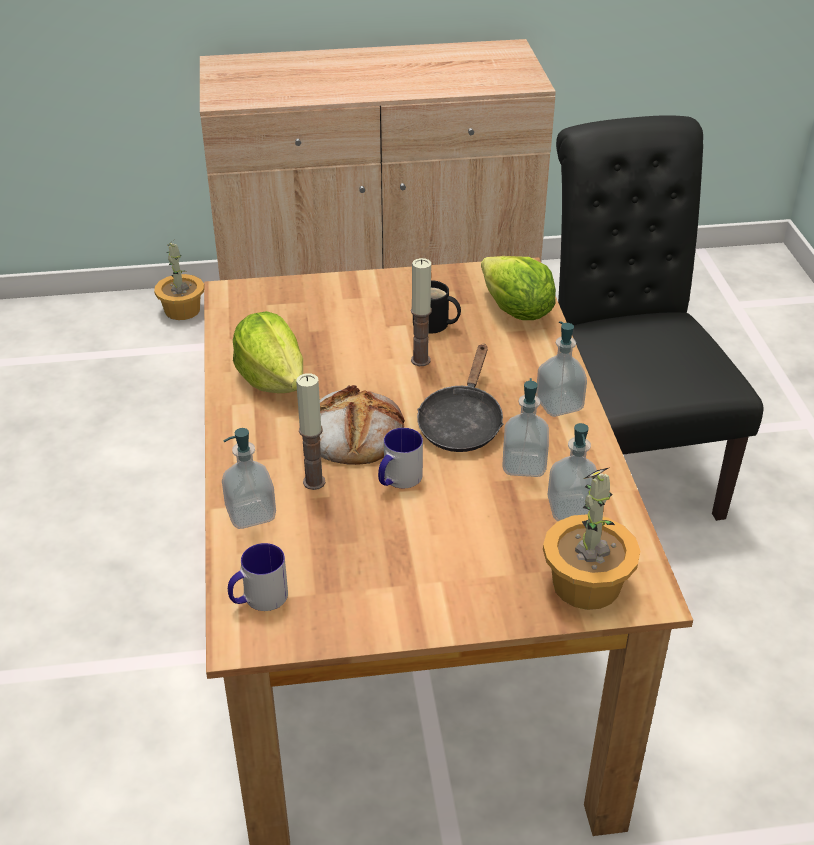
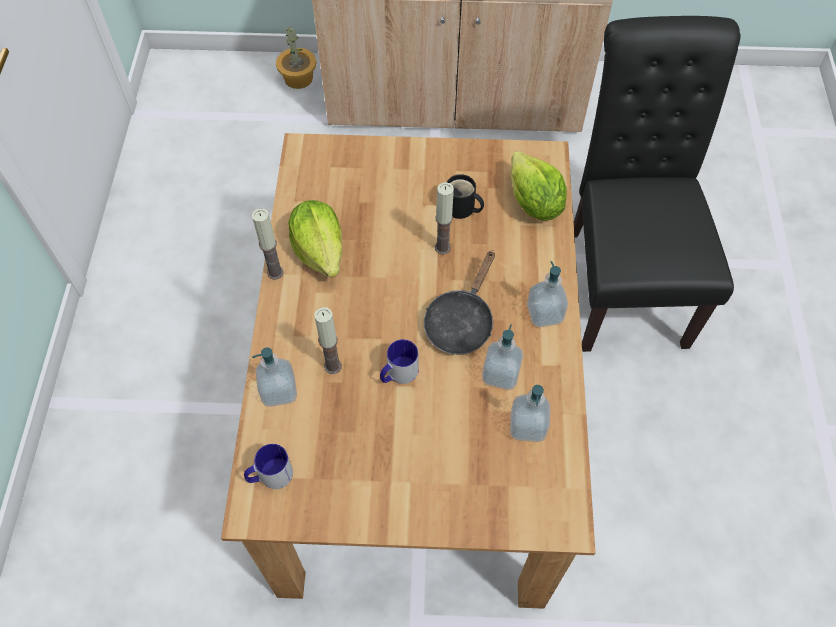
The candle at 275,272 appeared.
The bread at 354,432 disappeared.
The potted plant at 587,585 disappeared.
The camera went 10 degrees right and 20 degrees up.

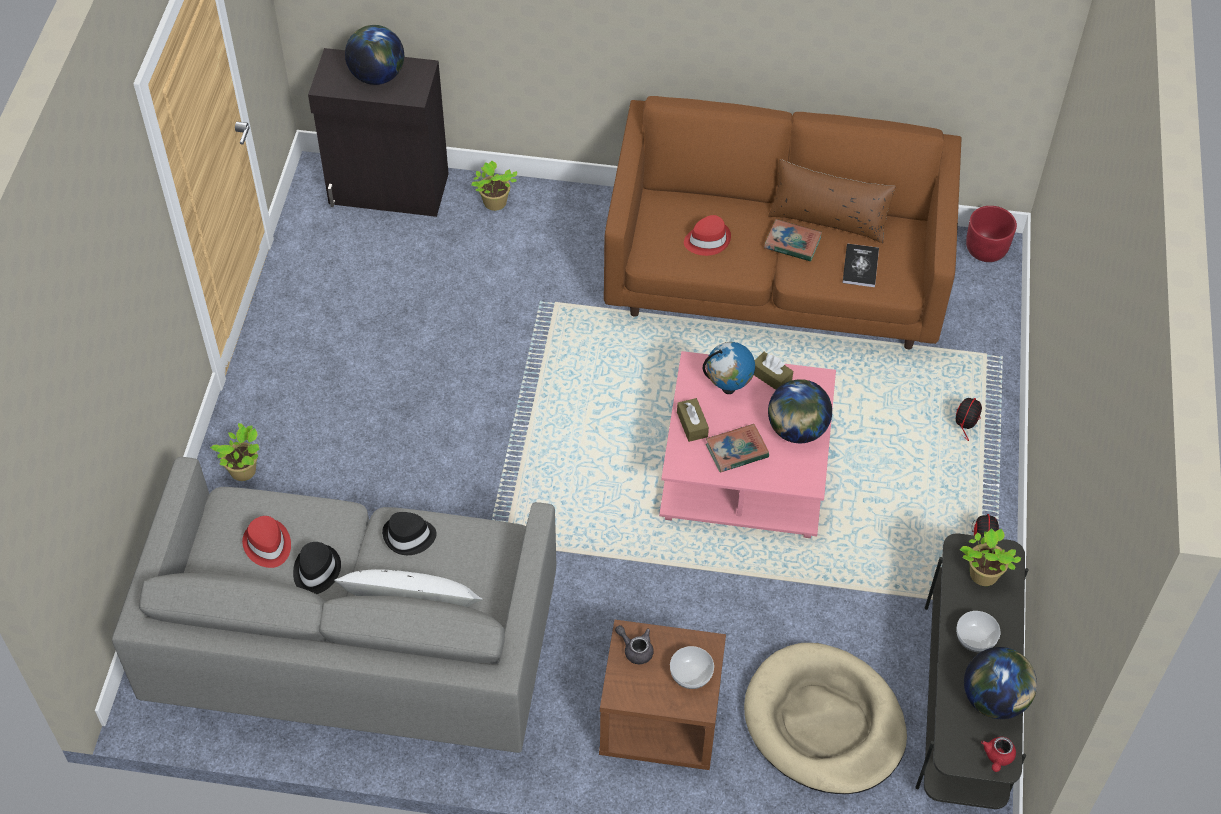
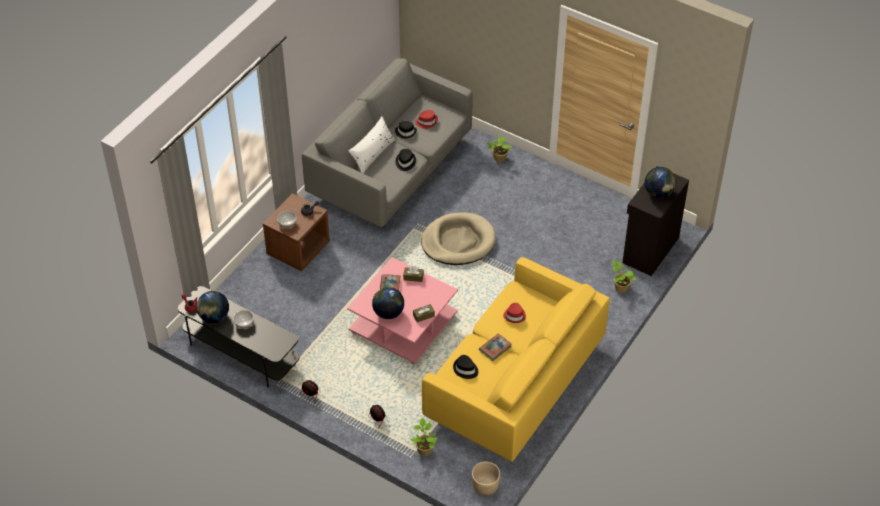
The potted plant moved from 982,576 to 424,449.
The dog bed (beige) moved from 824,723 to 458,241.
The sofa (brown) at 776,276 became the sofa (yellow) at 514,384.
The book at 860,266 was replaced by the hat (black) at 465,369.
The planter (red) at 986,249 became the planter (beige) at 485,487.
The globe at 728,388 disappeared.
The pillow (brown) at 828,219 disappeared.
The camera went 115 degrees right and 5 degrees down.

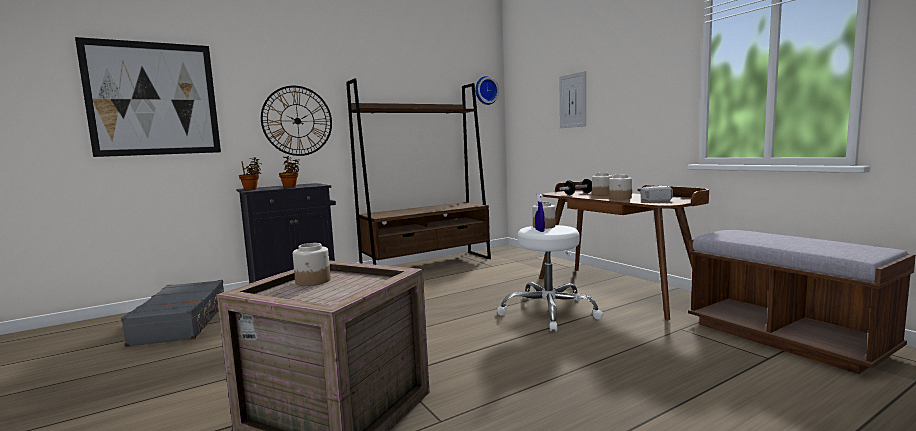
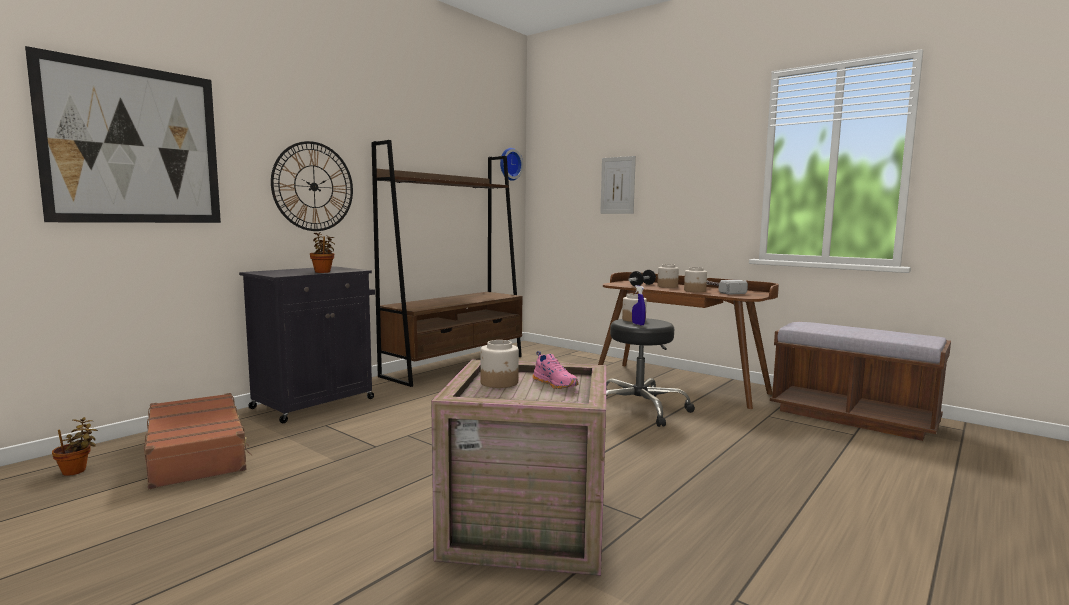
The potted plant moved from 252,189 to 77,471.
The suitcase (grey) at 182,323 became the suitcase (brown) at 198,452.
The shoe (pink) at 556,384 appeared.
The stool (white) at 549,312 became the stool (black) at 639,408.
The camera went 20 degrees left and 0 degrees up.

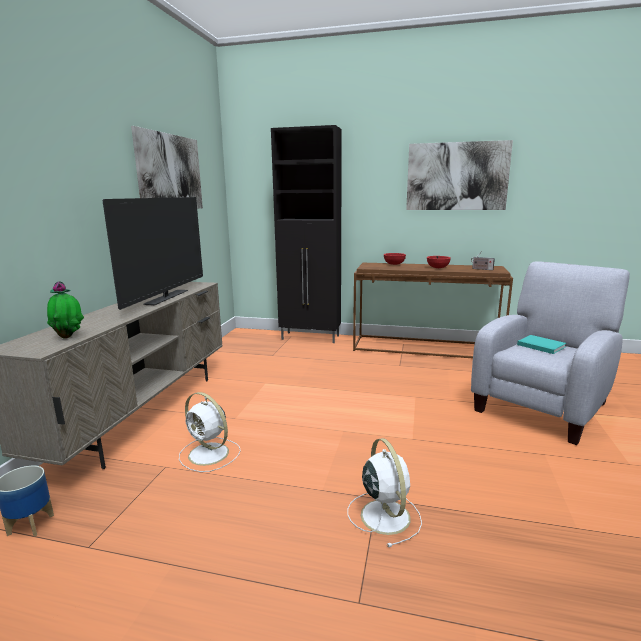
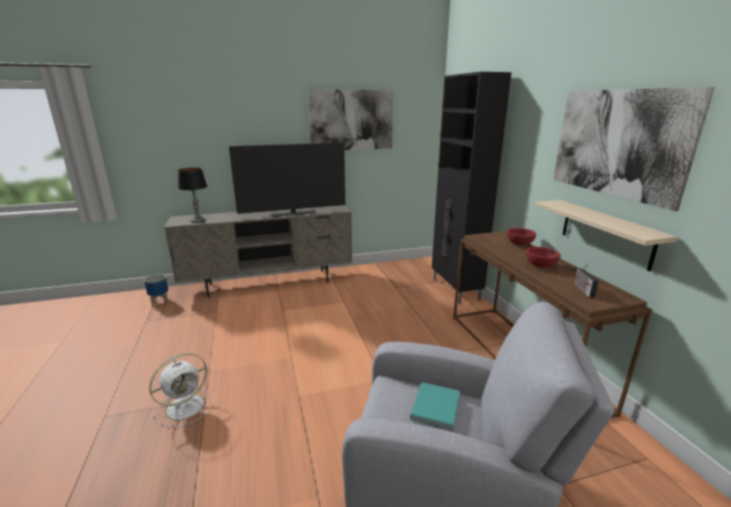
The potted plant at 69,337 was replaced by the table lamp at 198,221.
The shelf (beige) at 605,233 appeared.
The fan (white) at 210,454 disappeared.
The camera went 60 degrees right and 5 degrees up.

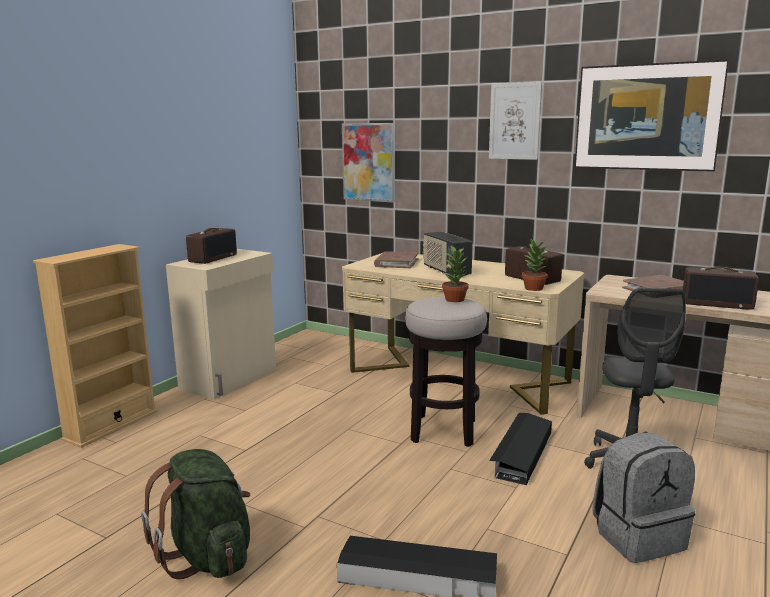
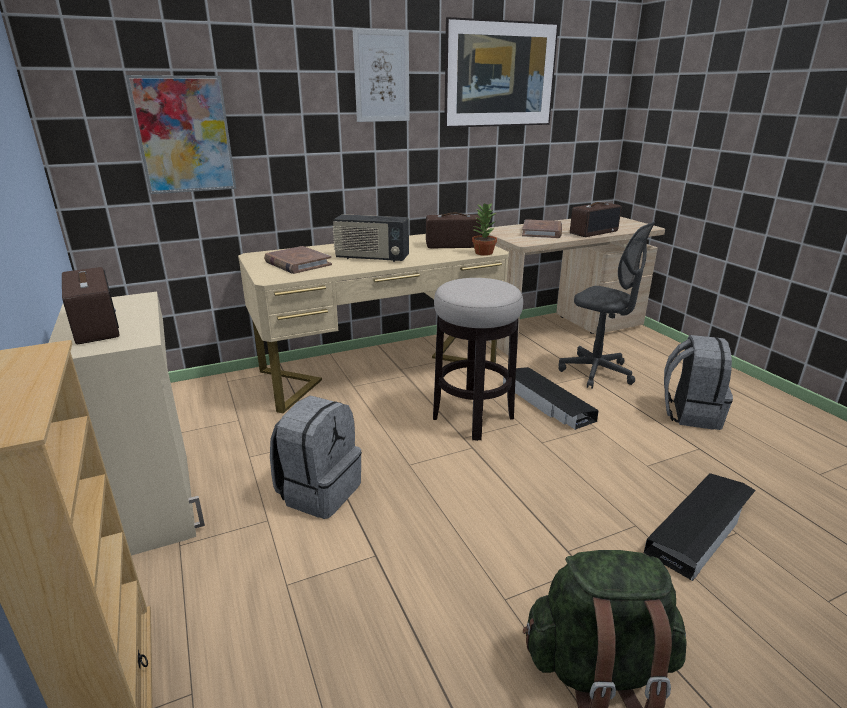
The backpack (grey) at 319,491 appeared.
The potted plant at 455,299 disappeared.
The camera went 55 degrees left and 10 degrees up.

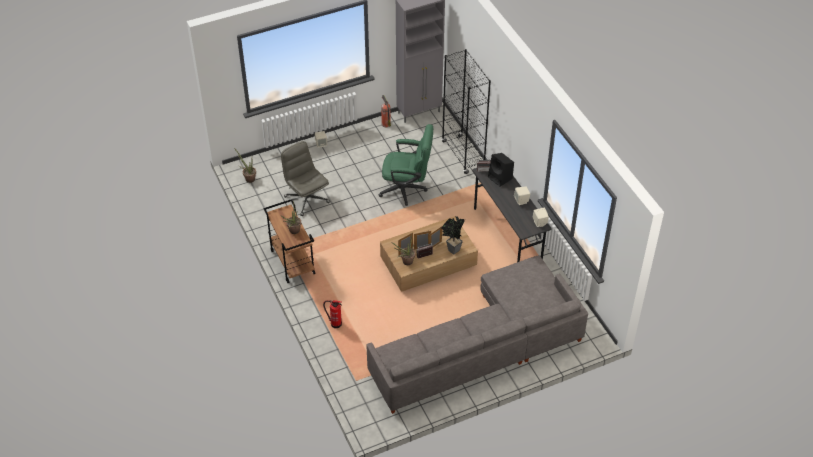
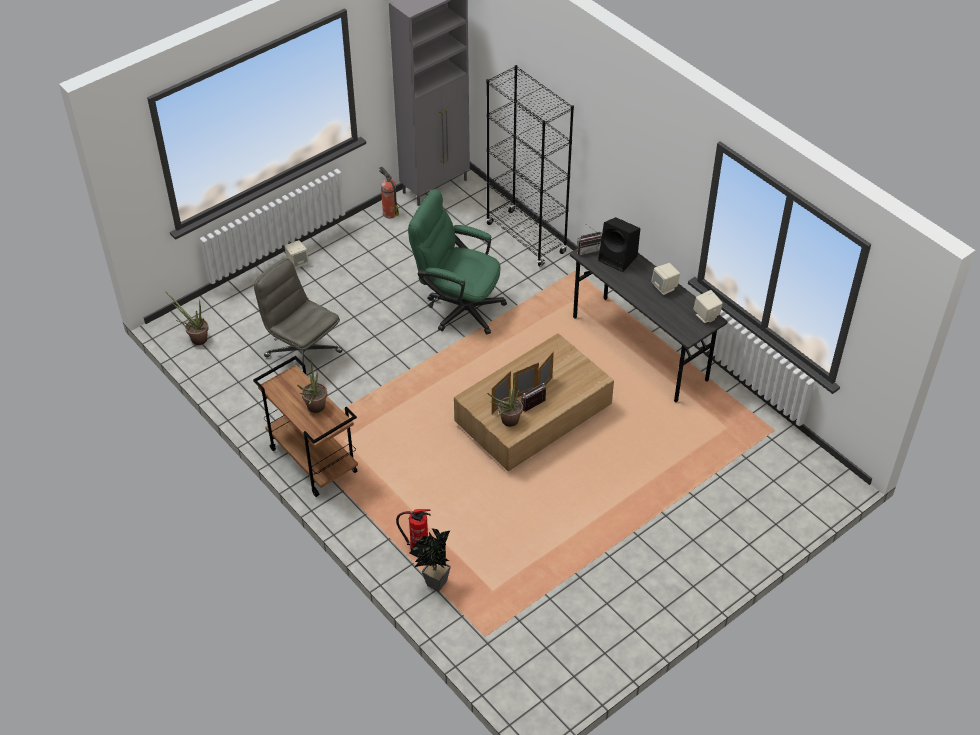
The office chair (green) at 407,189 turned 150 degrees counterclockwise.
The potted plant moved from 451,250 to 433,584.
The sofa (grey) at 484,345 disappeared.
The camera went 15 degrees left and 0 degrees up.

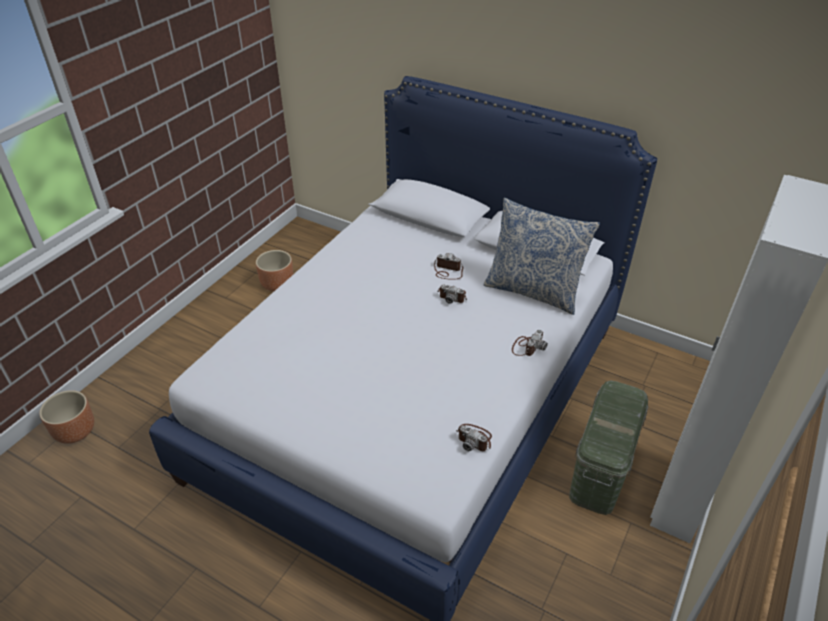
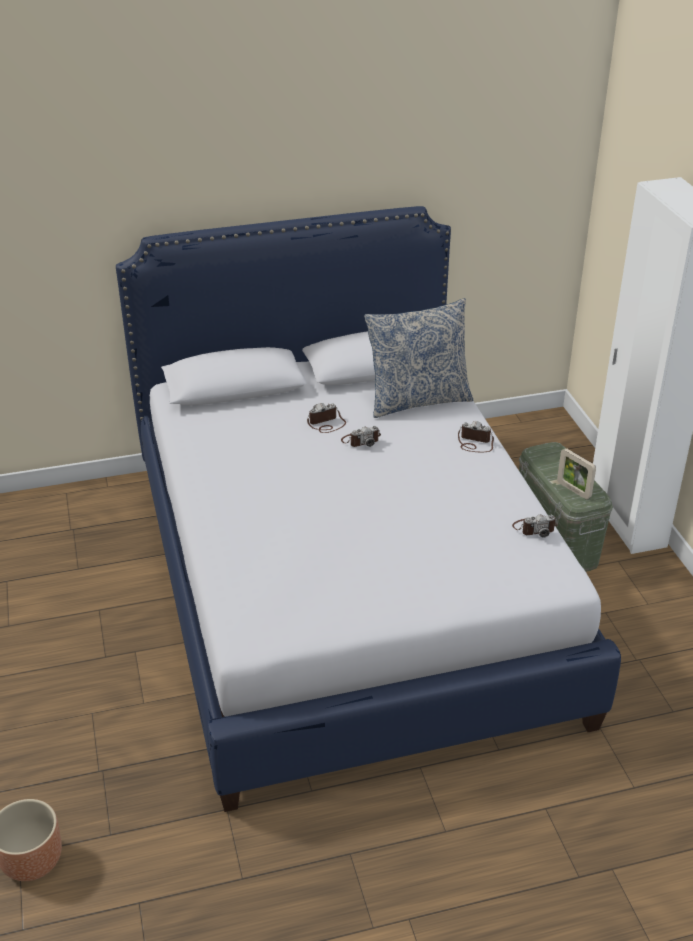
The photo camera at 527,346 turned 60 degrees counterclockwise.
The picture frame at 573,490 appeared.
The planter (brown) at 277,284 disappeared.
The camera went 45 degrees left and 5 degrees down.

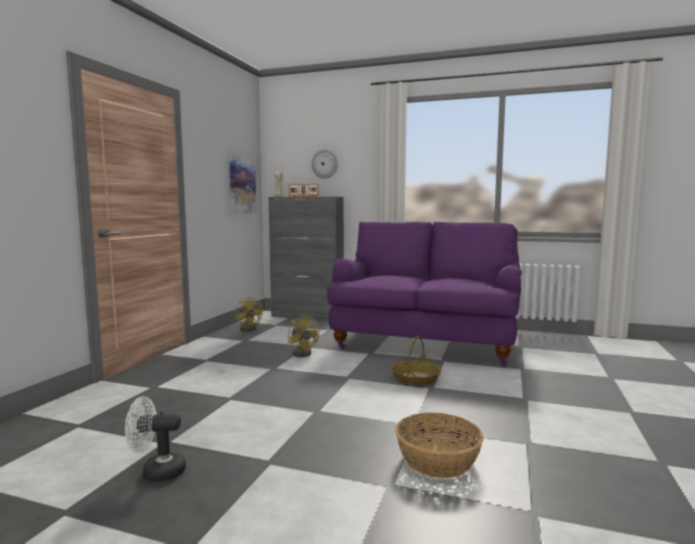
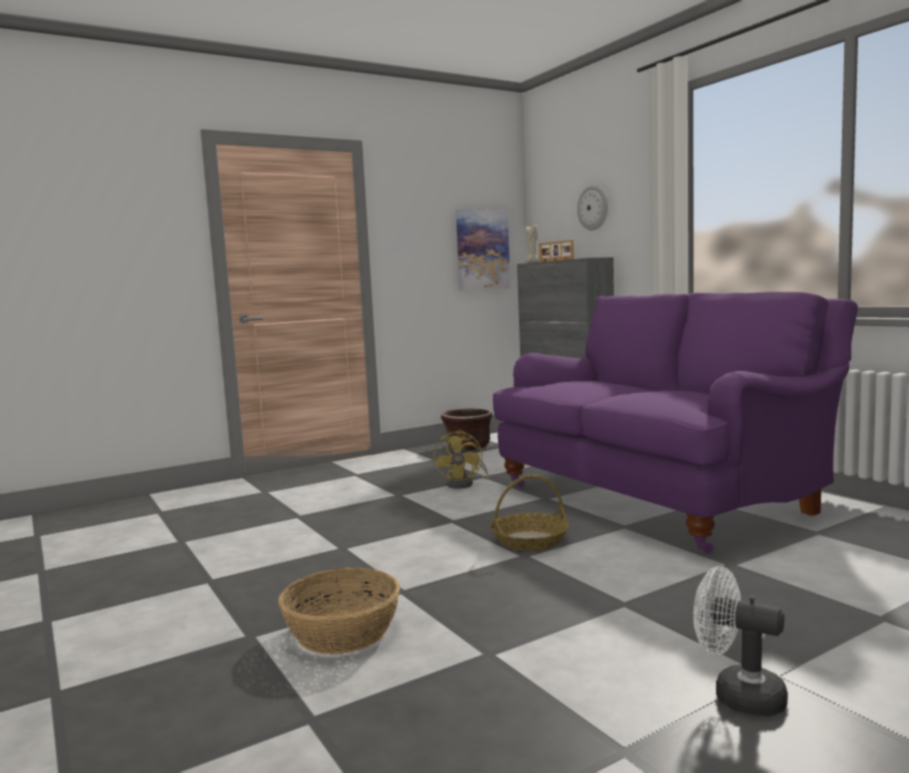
The fan (yellow) at 249,328 was replaced by the planter (brown) at 468,446.
The fan (white) moved from 157,472 to 737,695.
The camera went 40 degrees right and 0 degrees up.

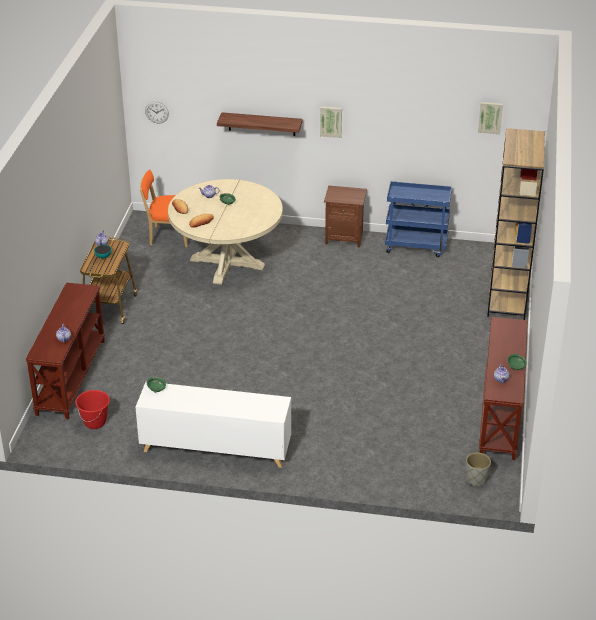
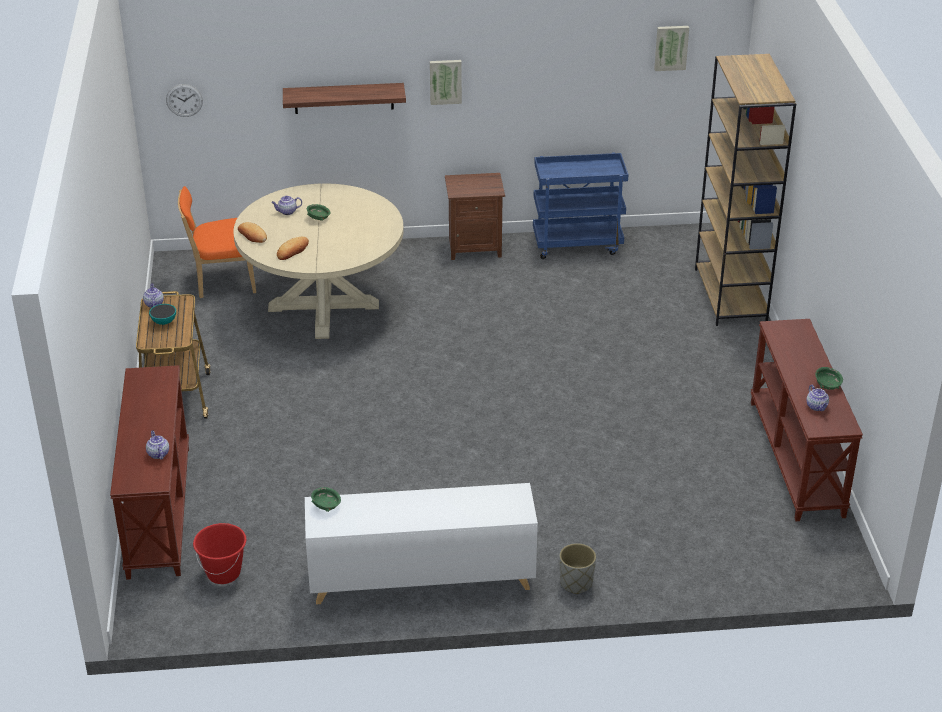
The planter (grey) moved from 476,479 to 576,583.
The camera went 15 degrees left and 0 degrees up.

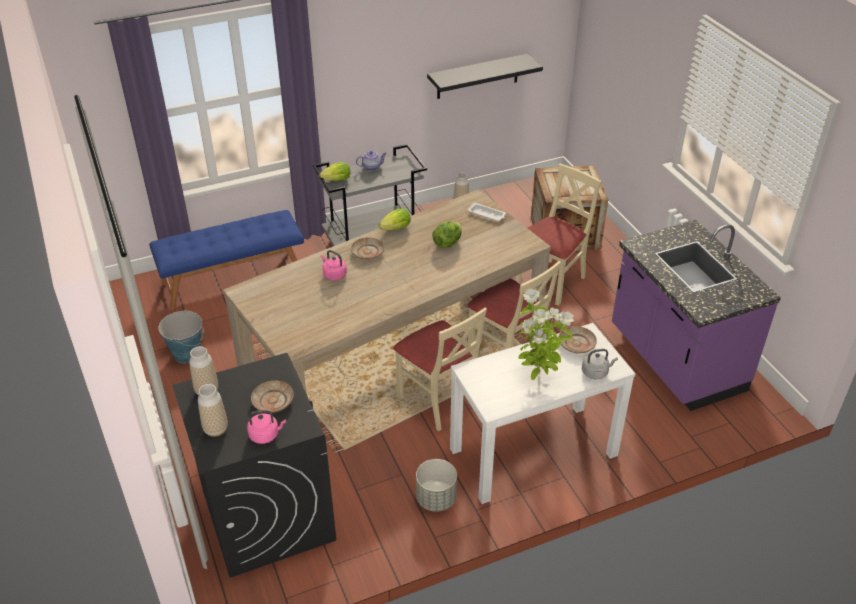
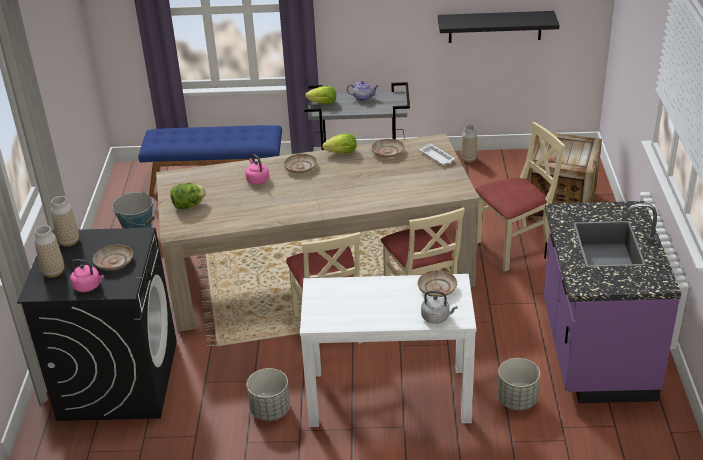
The lettuce moved from 447,243 to 188,206.
The plate (beige) at 387,152 appeared.
The planter (grey) at 517,400 appeared.
The potted plant at 538,375 disappeared.
The camera went 25 degrees right and 5 degrees down.

